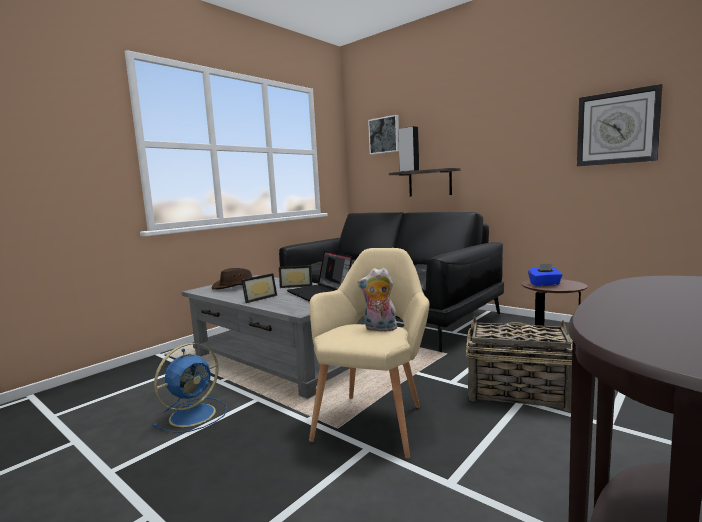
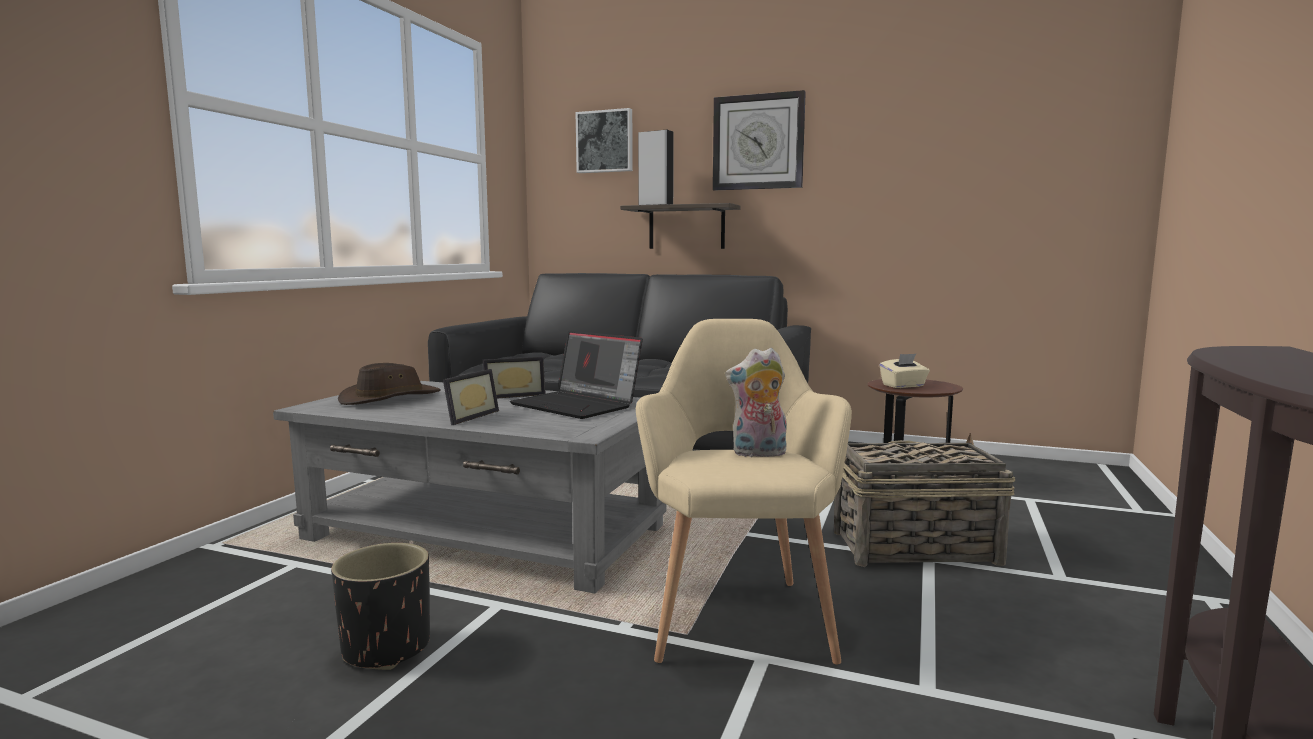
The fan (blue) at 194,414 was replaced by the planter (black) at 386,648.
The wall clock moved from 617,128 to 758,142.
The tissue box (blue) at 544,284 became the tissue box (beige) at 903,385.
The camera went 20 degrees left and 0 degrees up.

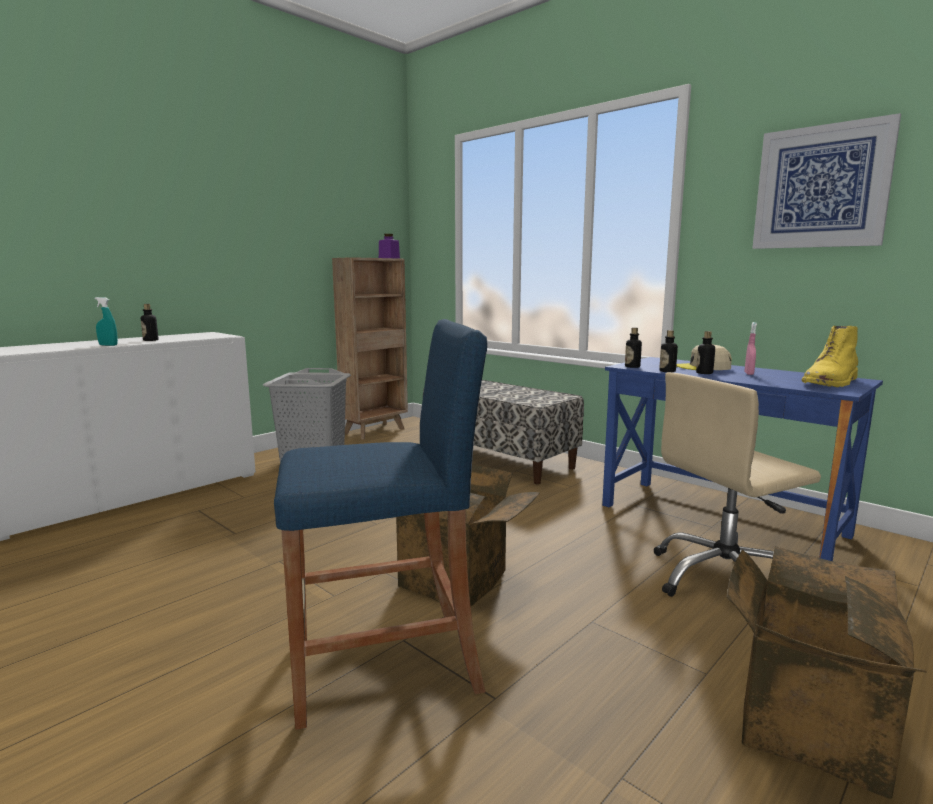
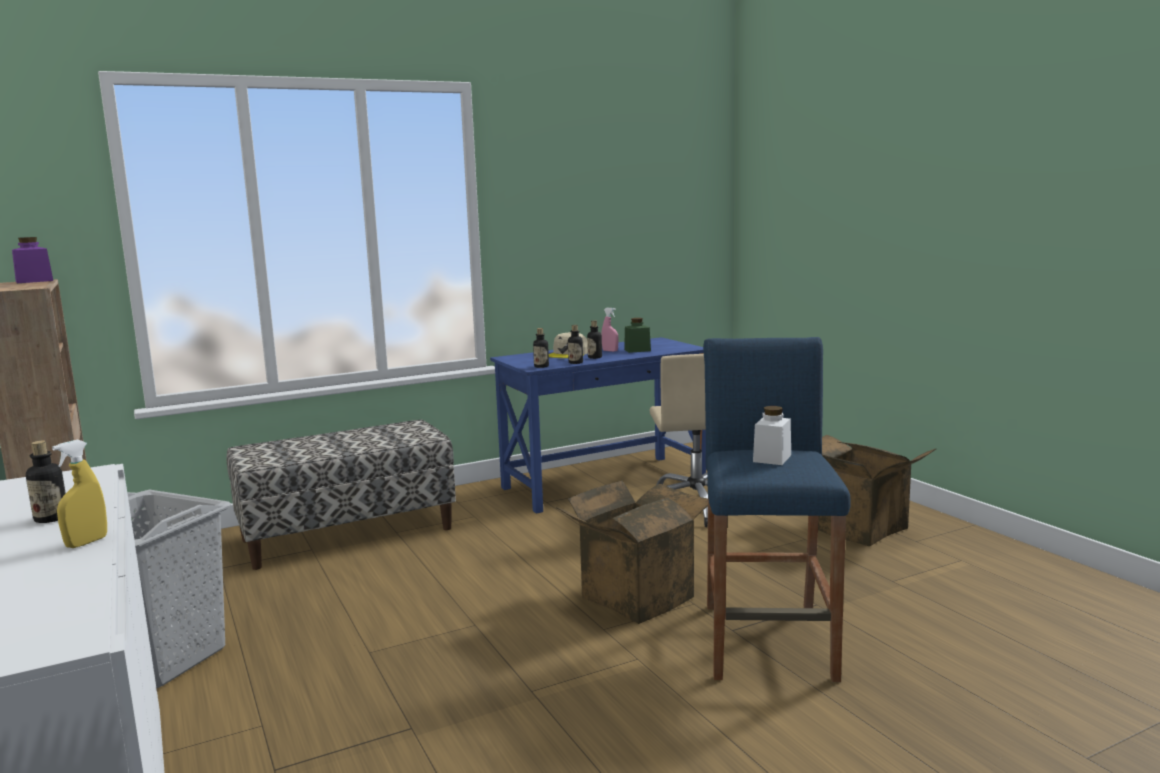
The spray bottle (turquoise) at 108,345 became the spray bottle (yellow) at 86,542.
The jar (green) at 637,350 appeared.
The jar (white) at 772,458 appeared.
The picture at 821,187 disappeared.
The boot (yellow) at 831,383 disappeared.
The camera went 70 degrees left and 0 degrees up.

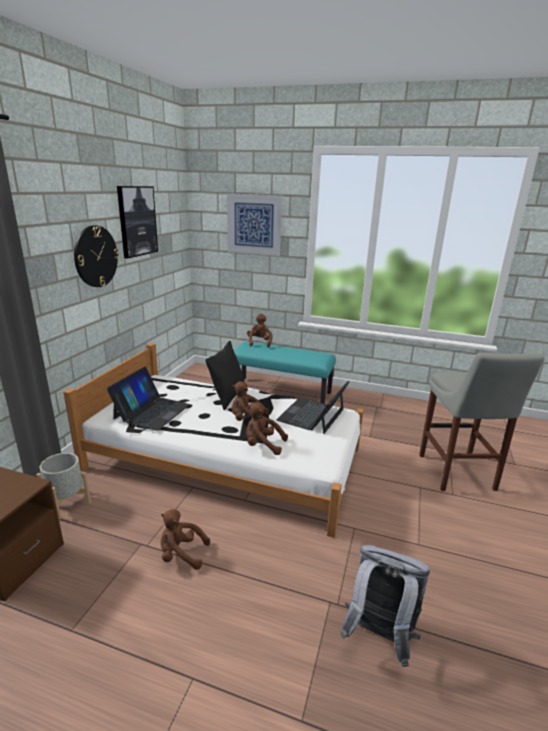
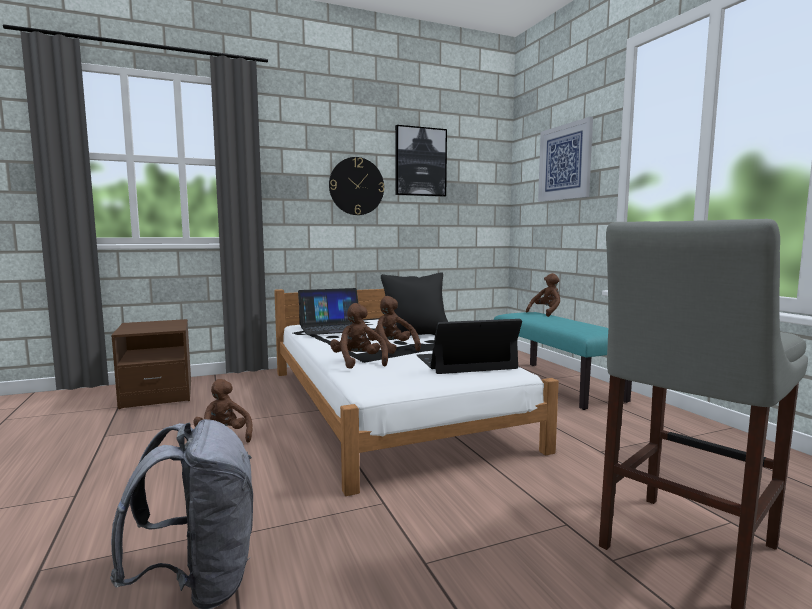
The planter (grey) at 67,503 disappeared.
The camera went 50 degrees right and 15 degrees down.

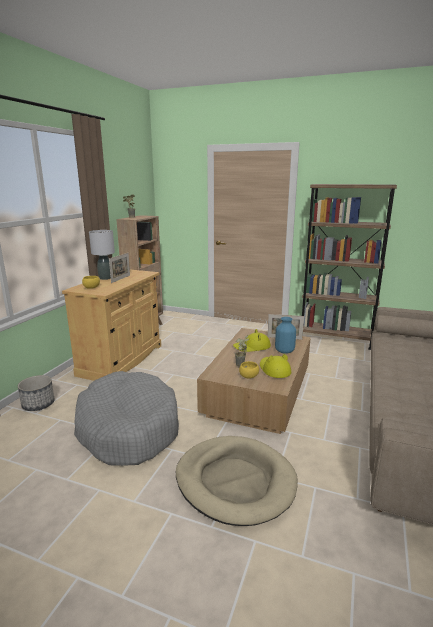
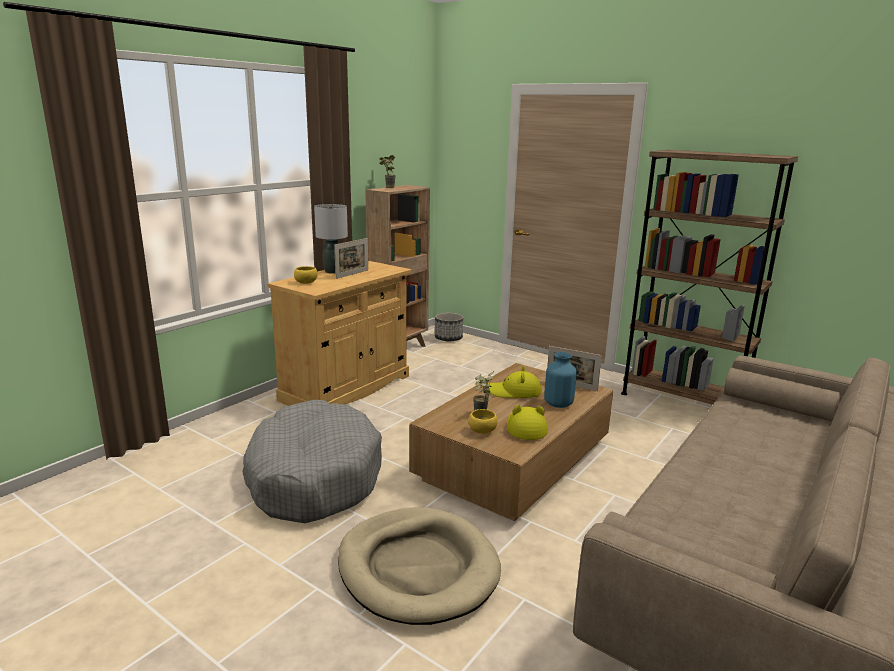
The planter moved from 38,404 to 448,338.
The camera went 15 degrees right and 0 degrees up.

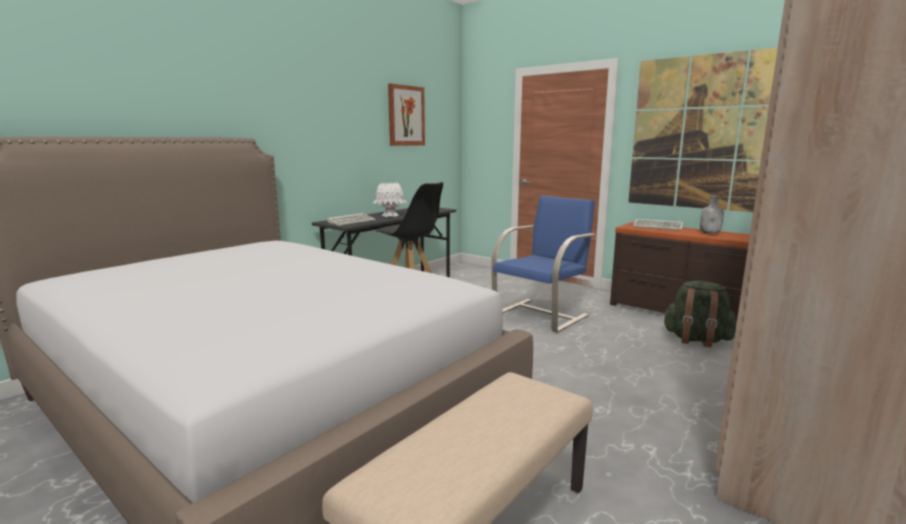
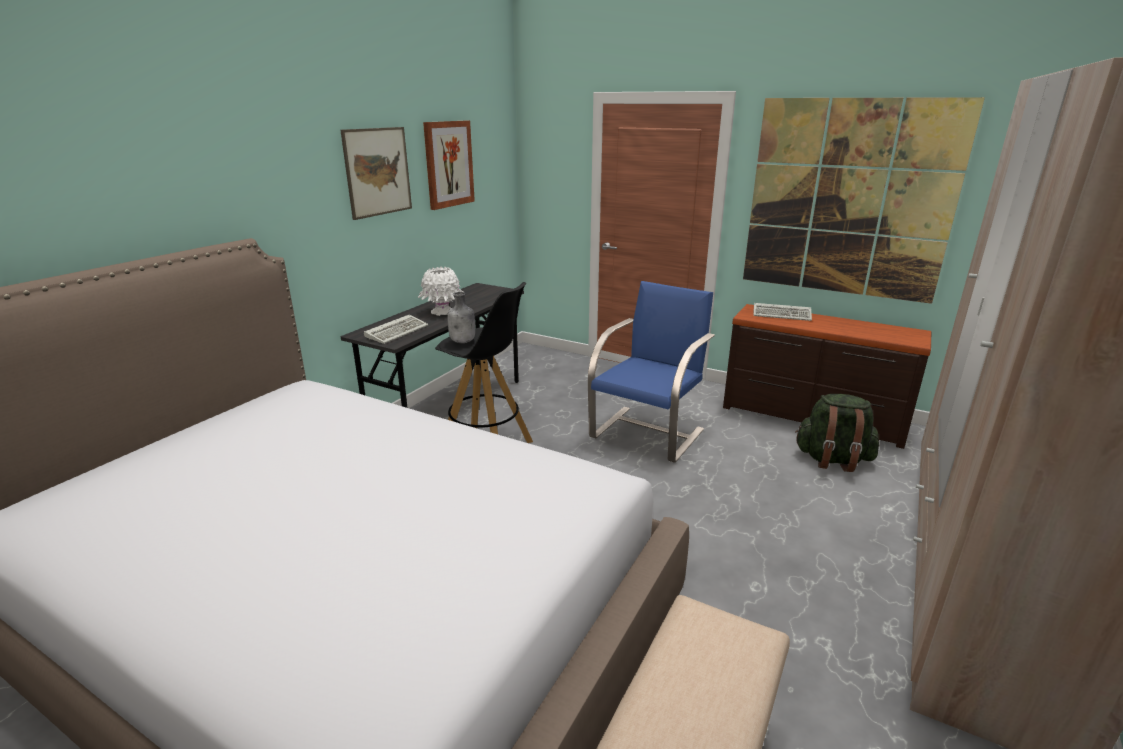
The picture at 378,172 appeared.
The bottle (grey) moved from 710,233 to 463,341.
The camera went 10 degrees left and 10 degrees up.

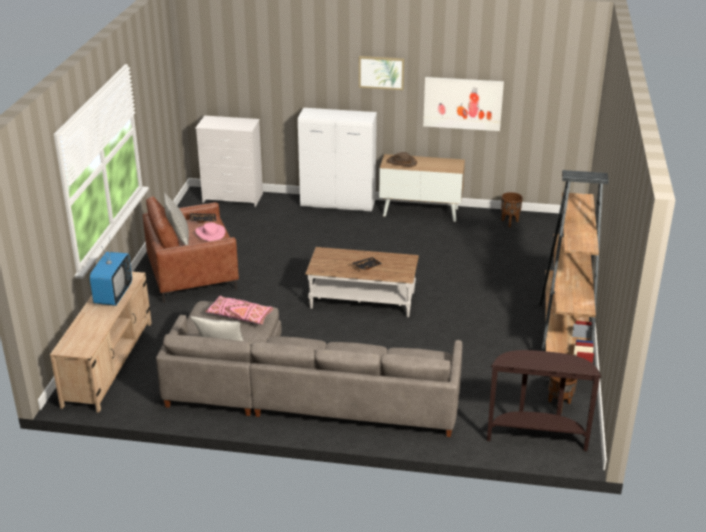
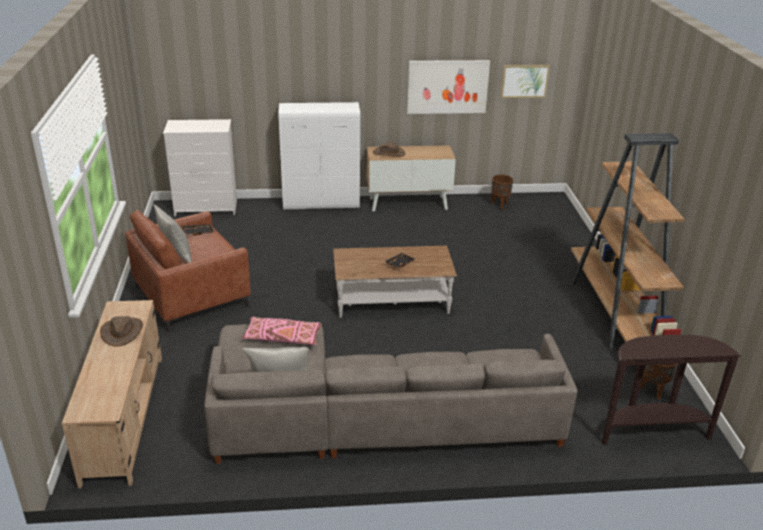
The television at 113,294 was replaced by the hat (brown) at 122,332.
The picture moved from 381,72 to 524,81.
The hat (pink) at 210,233 disappeared.
The camera went 15 degrees left and 0 degrees up.

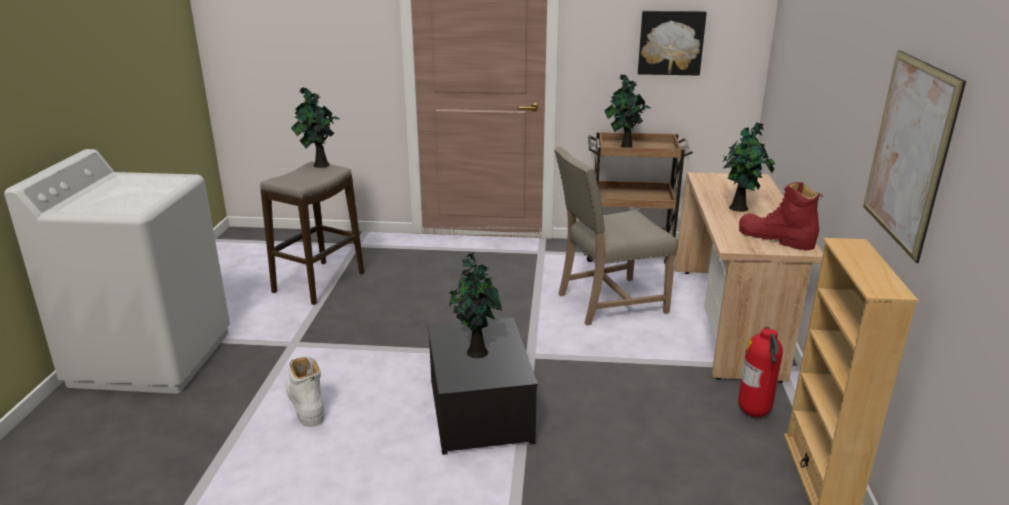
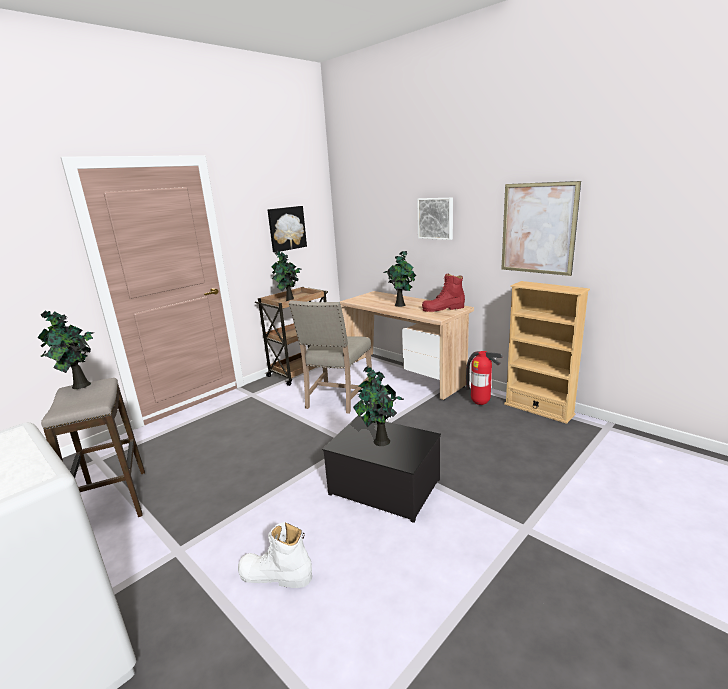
The picture at 436,218 appeared.
The camera went 50 degrees left and 5 degrees down.

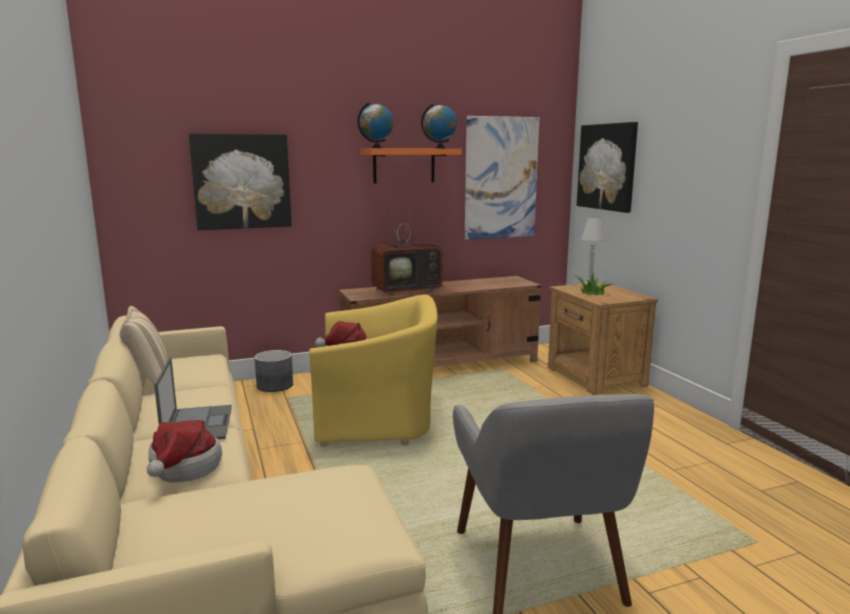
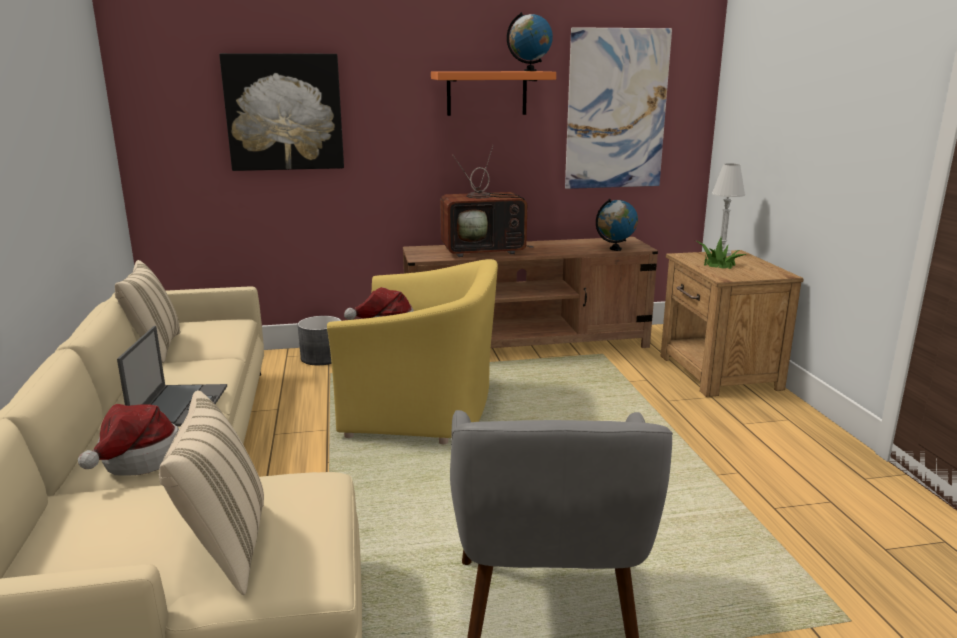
The pillow (beige) at 224,549 appeared.
The globe moved from 376,148 to 615,249.
The picture at 607,167 disappeared.
The camera went 10 degrees right and 5 degrees up.

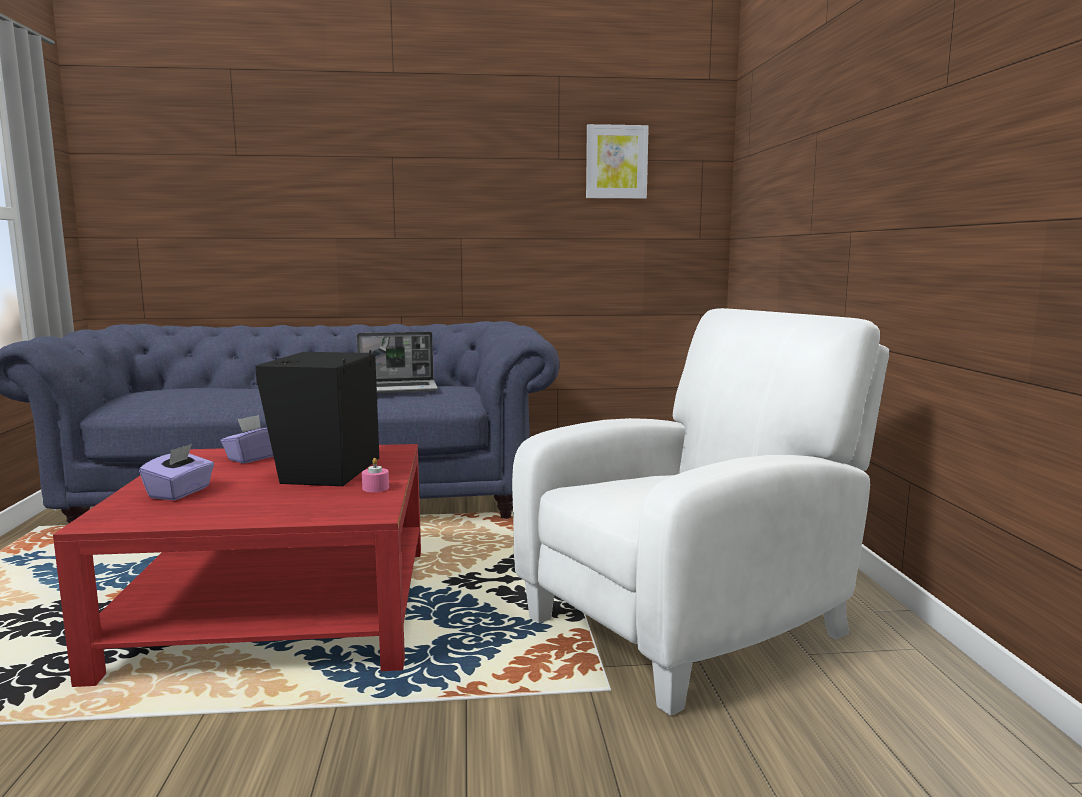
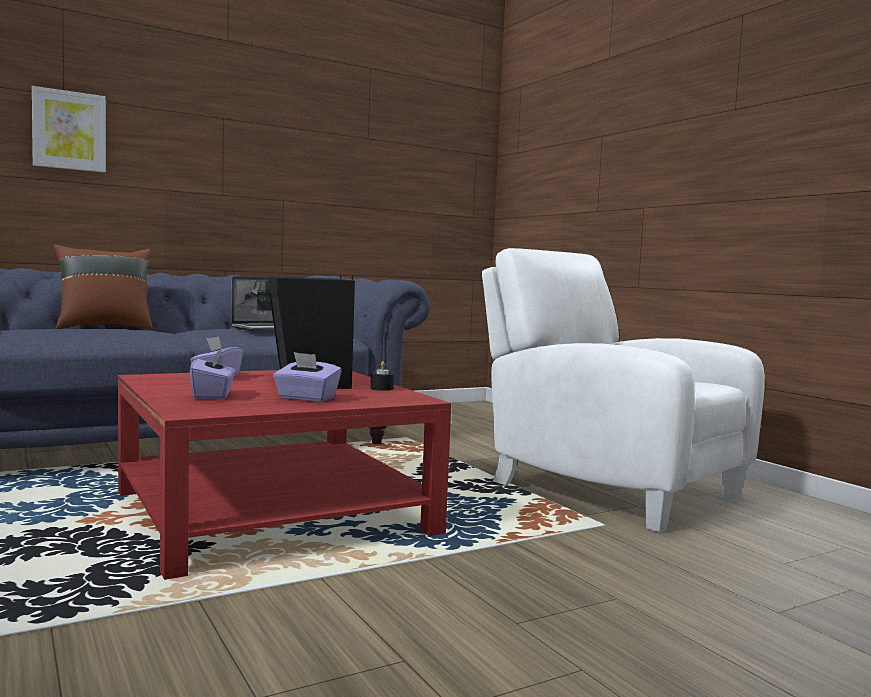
The picture moved from 616,162 to 69,130.
The pillow (brown) at 104,328 appeared.
The tissue box (purple) at 306,398 appeared.
The candle (pink) at 375,488 became the candle (black) at 381,388.
The armchair (white) at 695,623 turned 75 degrees counterclockwise.
The camera went 25 degrees left and 5 degrees down.

